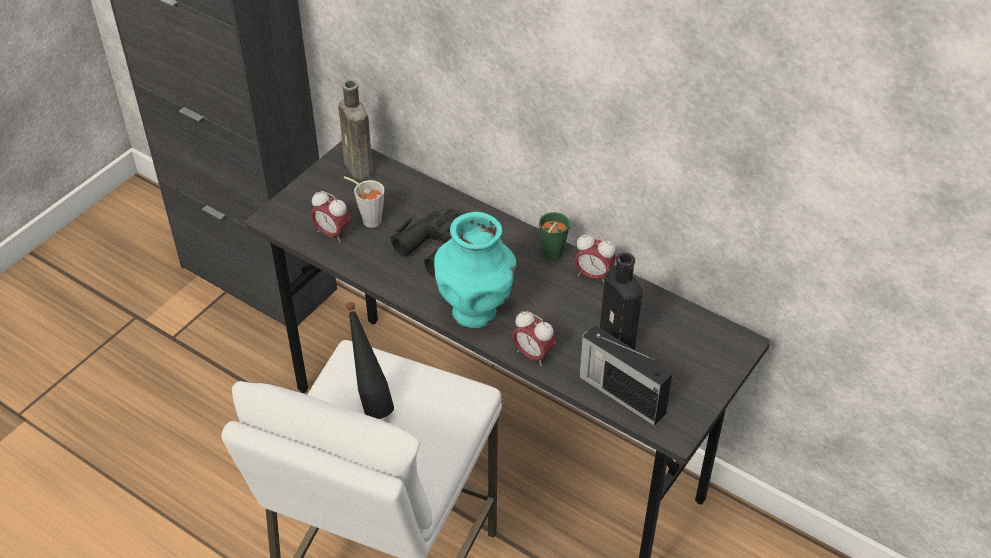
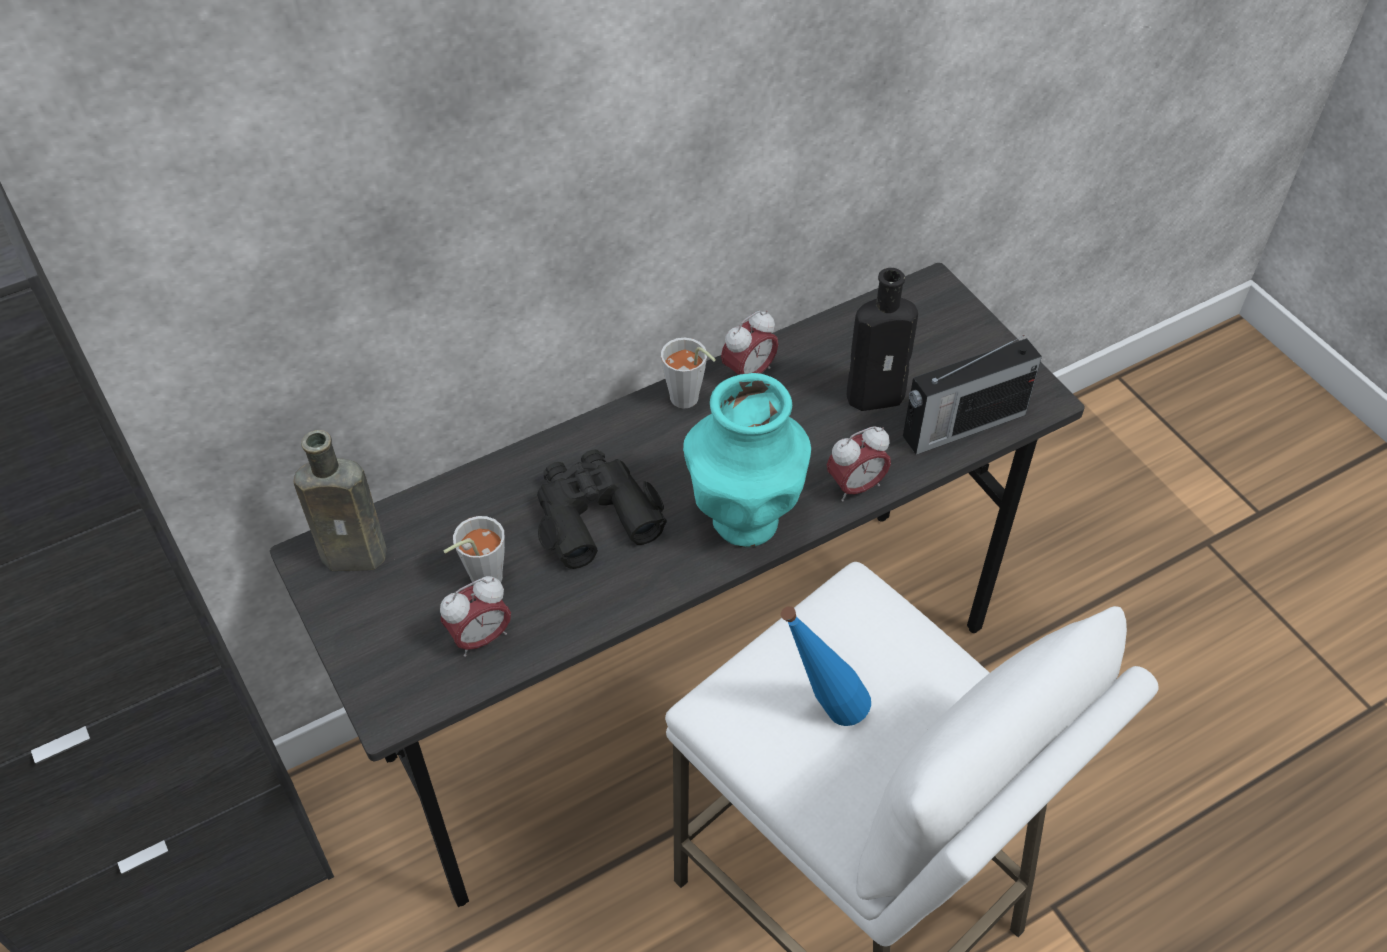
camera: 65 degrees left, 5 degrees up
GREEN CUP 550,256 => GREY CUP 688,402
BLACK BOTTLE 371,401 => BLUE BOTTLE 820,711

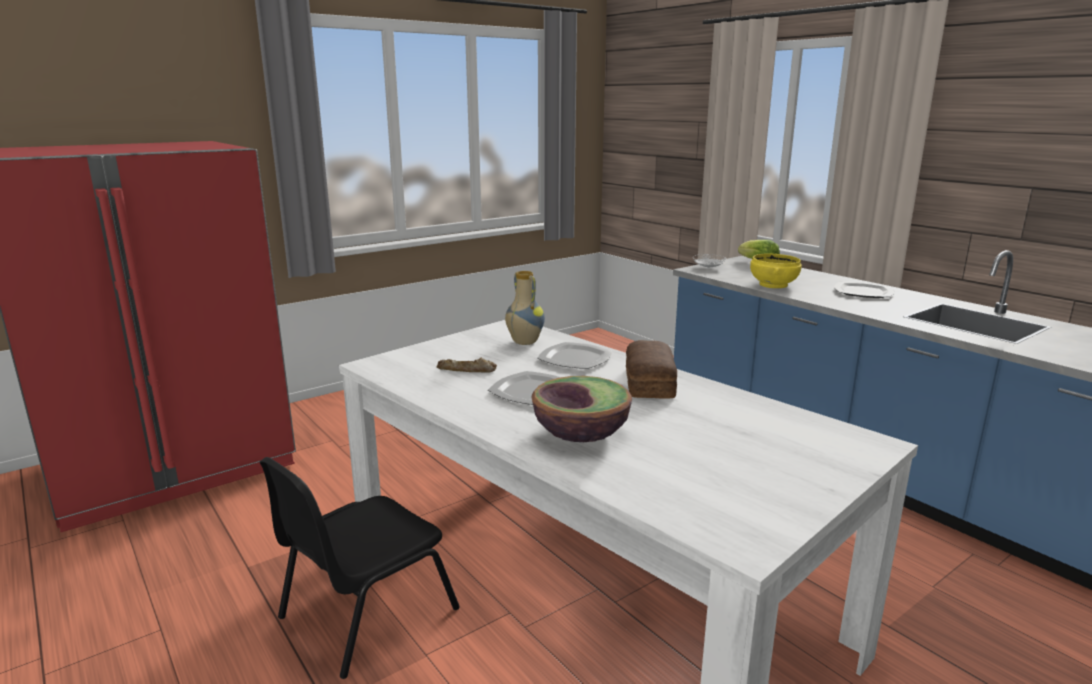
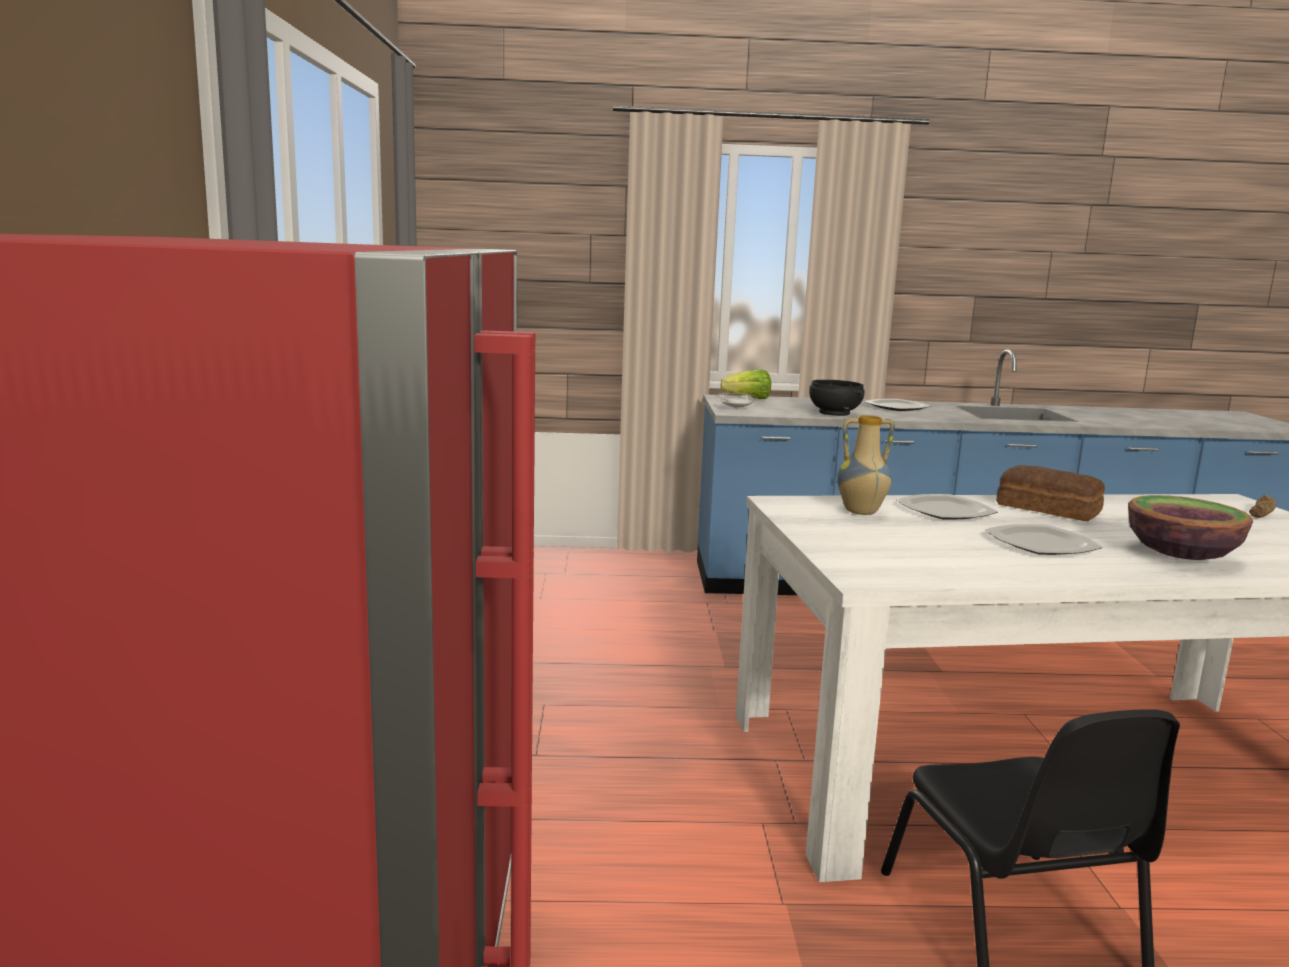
camera: 55 degrees left, 5 degrees down
YELLOW BOWL 772,285 => BLACK BOWL 834,413
BREAD 467,370 => BREAD 1262,512, shifted

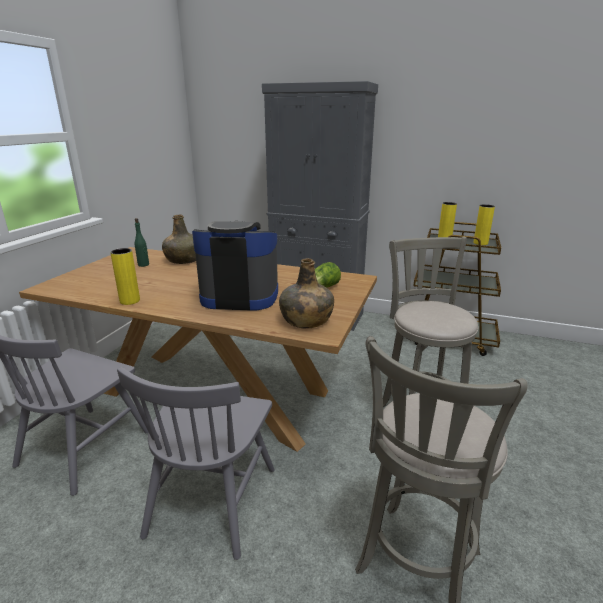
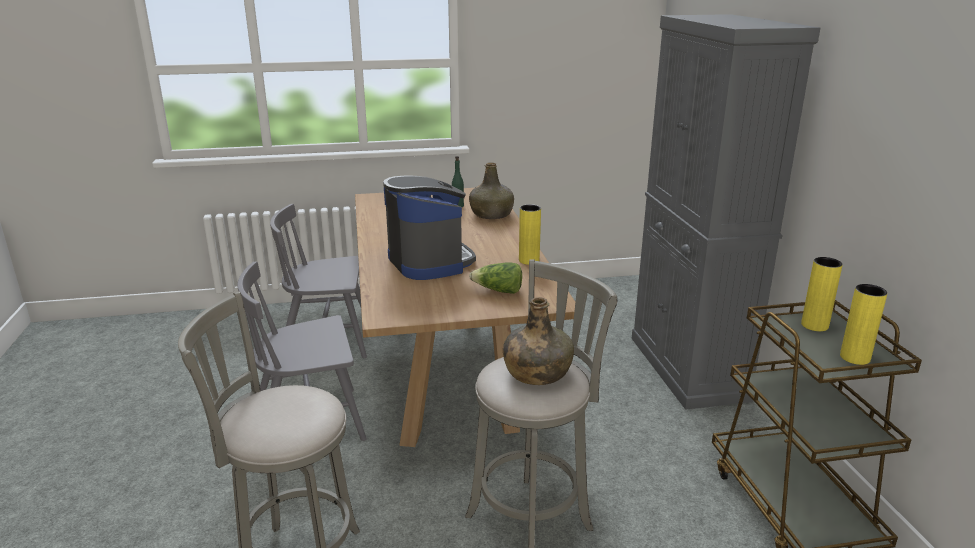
camera: 60 degrees right, 0 degrees up
GREEN BOTTLE 305,320 => GREEN BOTTLE 536,373, shifted
YELLOW VASE 130,301 => YELLOW VASE 529,260, shifted

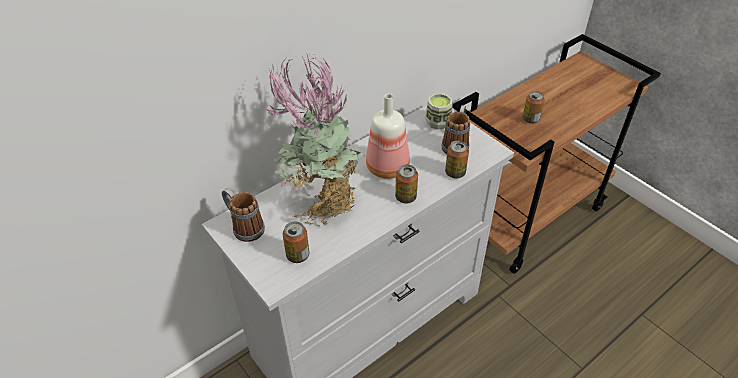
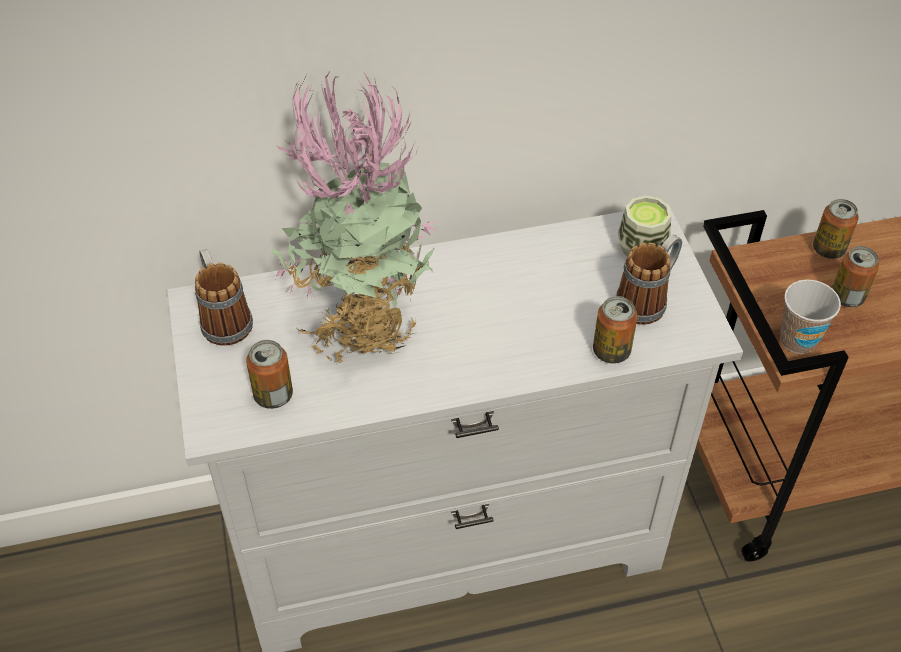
camera: 25 degrees right, 5 degrees up
nothing => CUP 797,340
CAN 405,197 => CAN 828,249, shifted
BOTTLE 387,166 => nothing

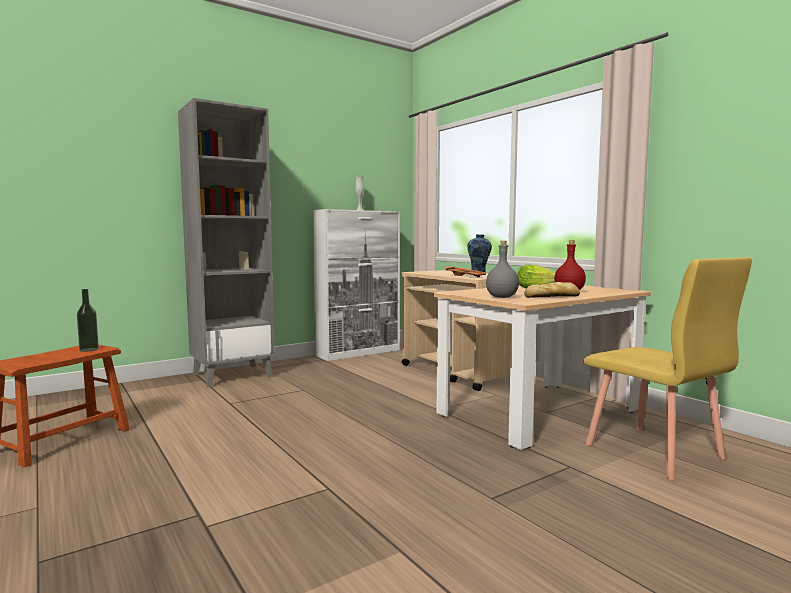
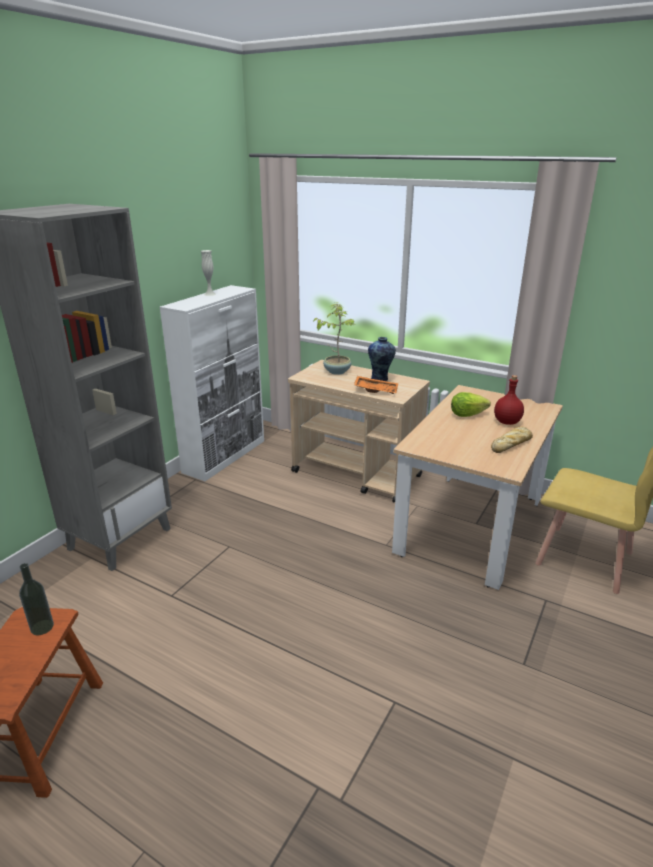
camera: 25 degrees left, 20 degrees up
nothing => POTTED PLANT 336,371
GREY BOTTLE 502,297 => nothing

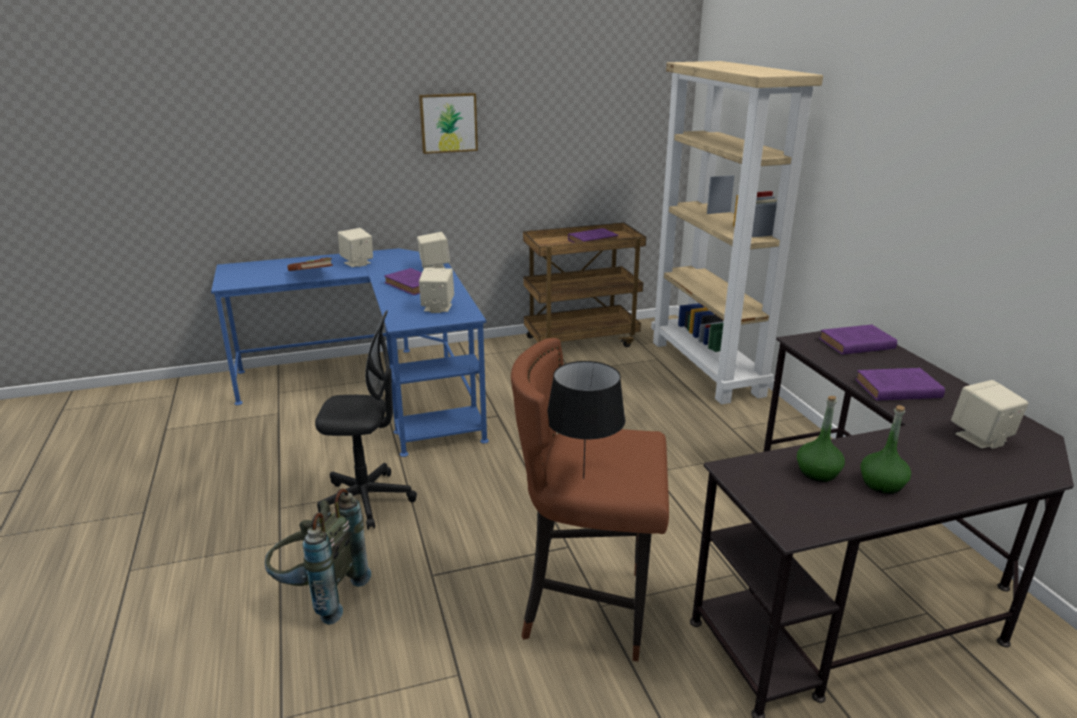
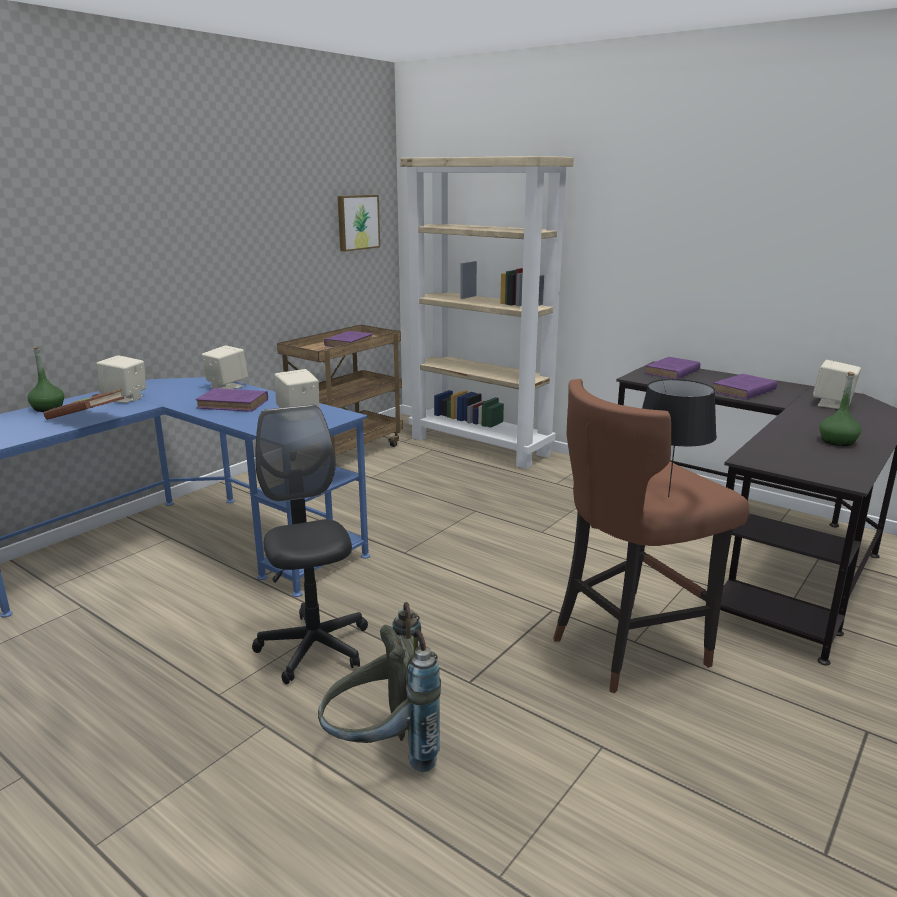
camera: 35 degrees left, 5 degrees down
GREEN BOTTLE 817,472 => GREEN BOTTLE 48,408, shifted
BLACK OFFICE CHAIR 367,500 => BLACK OFFICE CHAIR 314,648, 75 degrees counterclockwise
PICTURE 448,122 => PICTURE 357,222, shifted

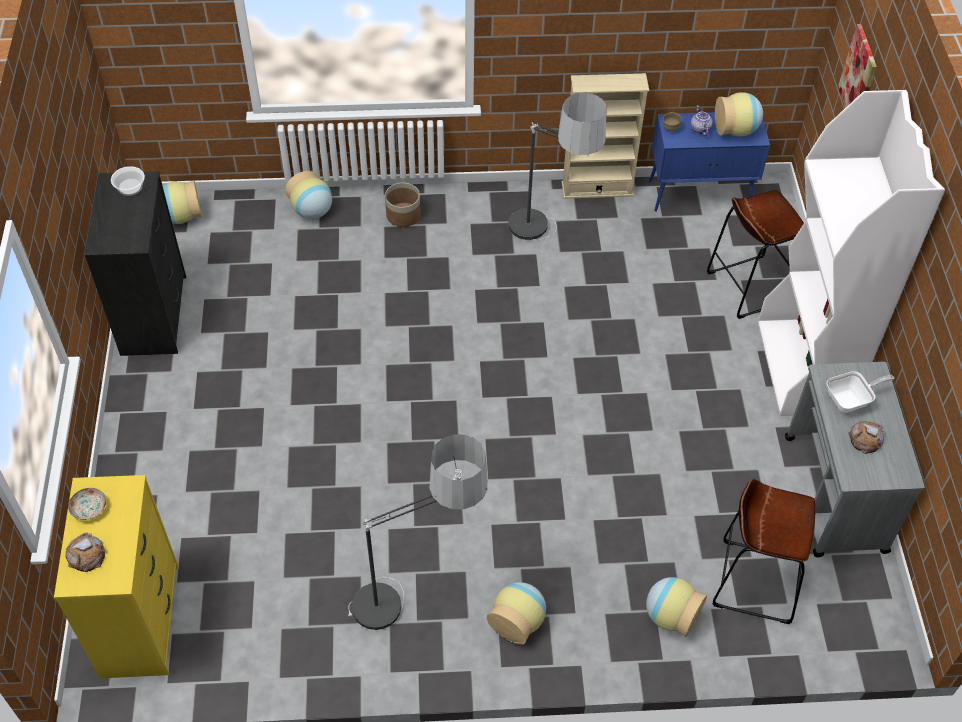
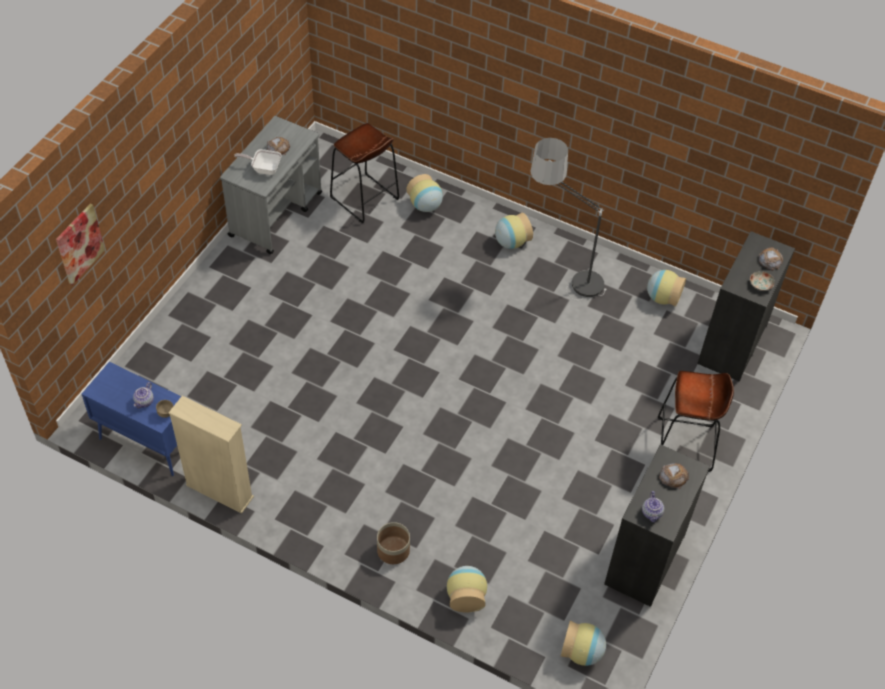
camera: 150 degrees left, 0 degrees up
BOWL 129,187 => TEAPOT 652,513
VASE 736,130 => VASE 662,297, shifted
BROWN STOOL 749,286 => BROWN STOOL 684,444, shifted
nothing => BREAD 673,476
YELLOW DRESSER 141,621 => BLACK DRESSER 731,344
FLOOR LAMP 548,245 => nothing
WHITE BOOKCASE 803,367 => nothing

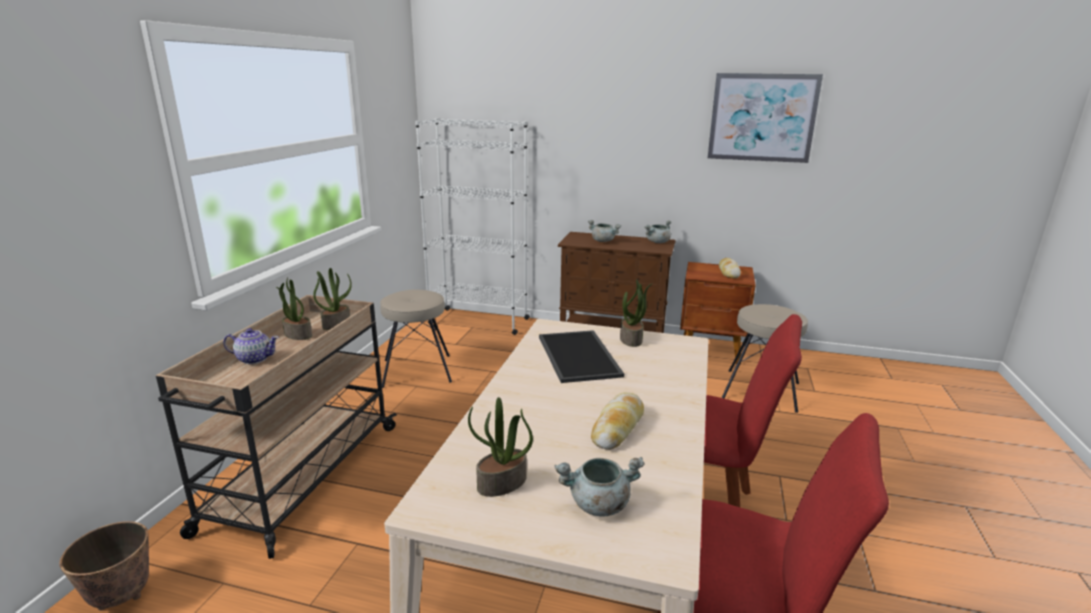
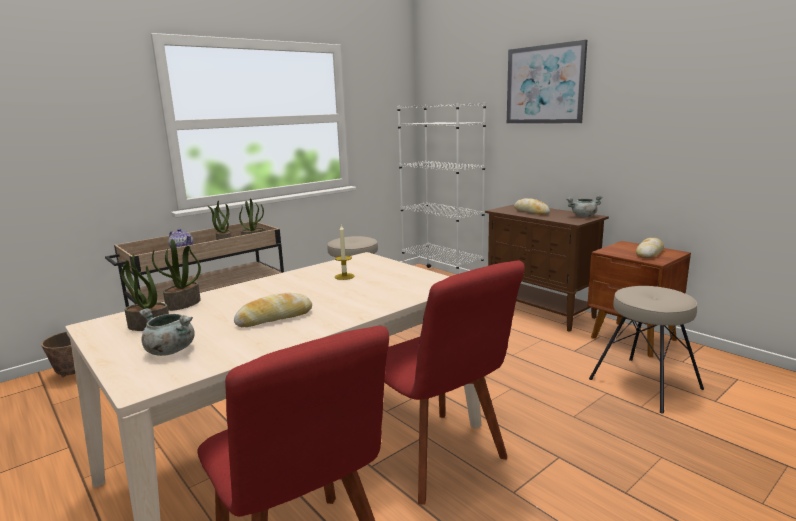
camera: 35 degrees right, 5 degrees down
POTTED PLANT 631,339 => POTTED PLANT 183,304, shifted
TRAY 580,356 => CANDLE 344,276
PICTURE 762,118 => PICTURE 544,84, shifted
GREY COOKING POT 603,241 => BREAD 531,211

